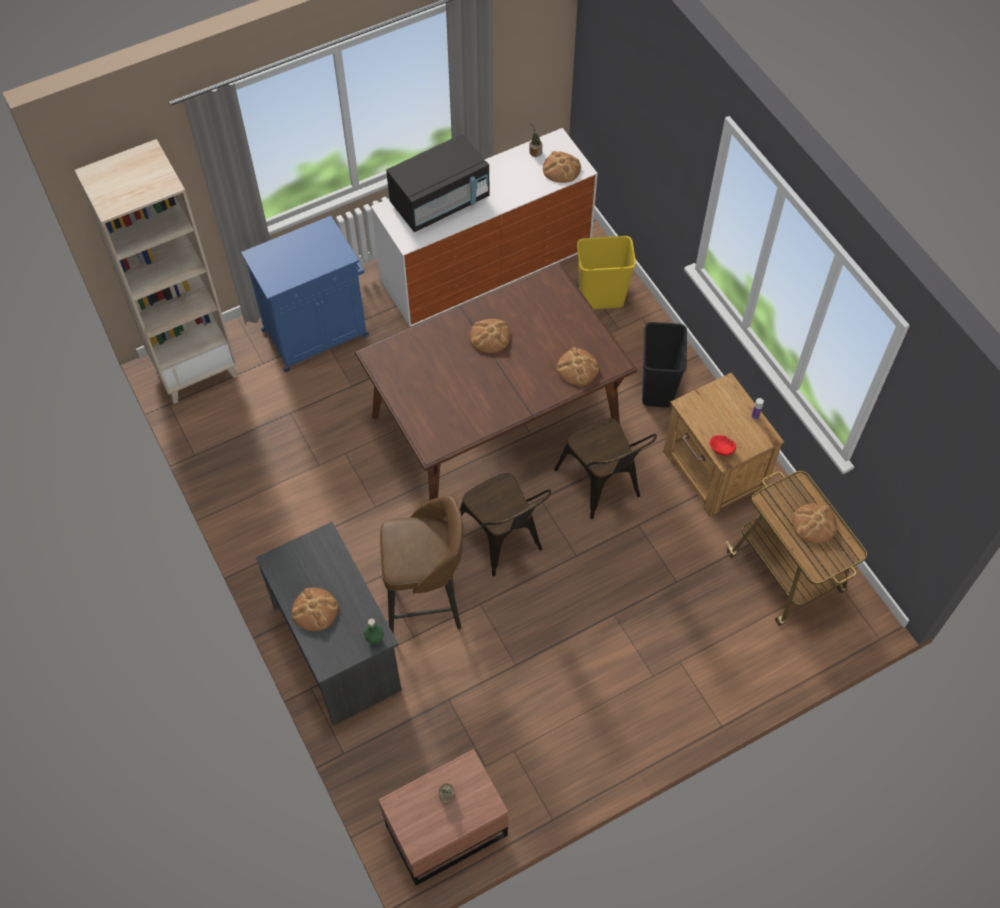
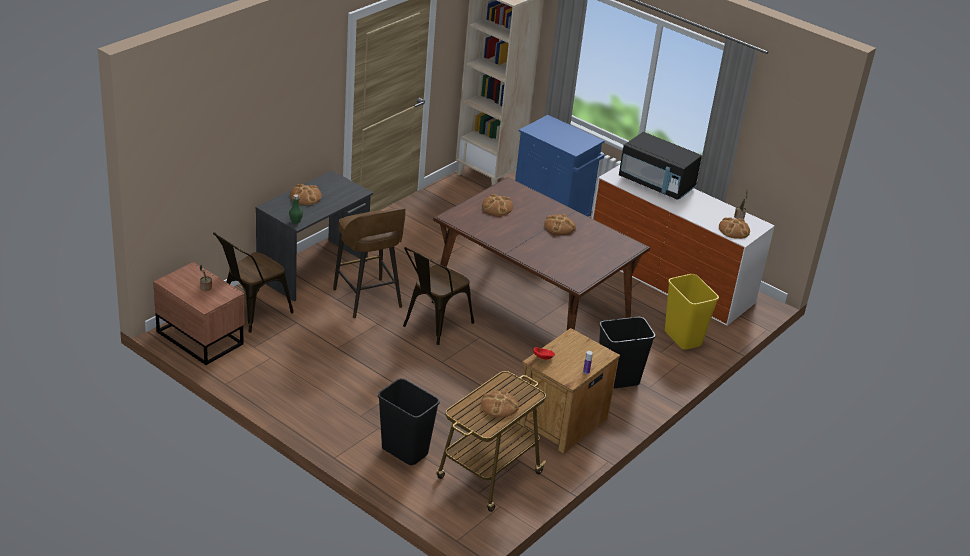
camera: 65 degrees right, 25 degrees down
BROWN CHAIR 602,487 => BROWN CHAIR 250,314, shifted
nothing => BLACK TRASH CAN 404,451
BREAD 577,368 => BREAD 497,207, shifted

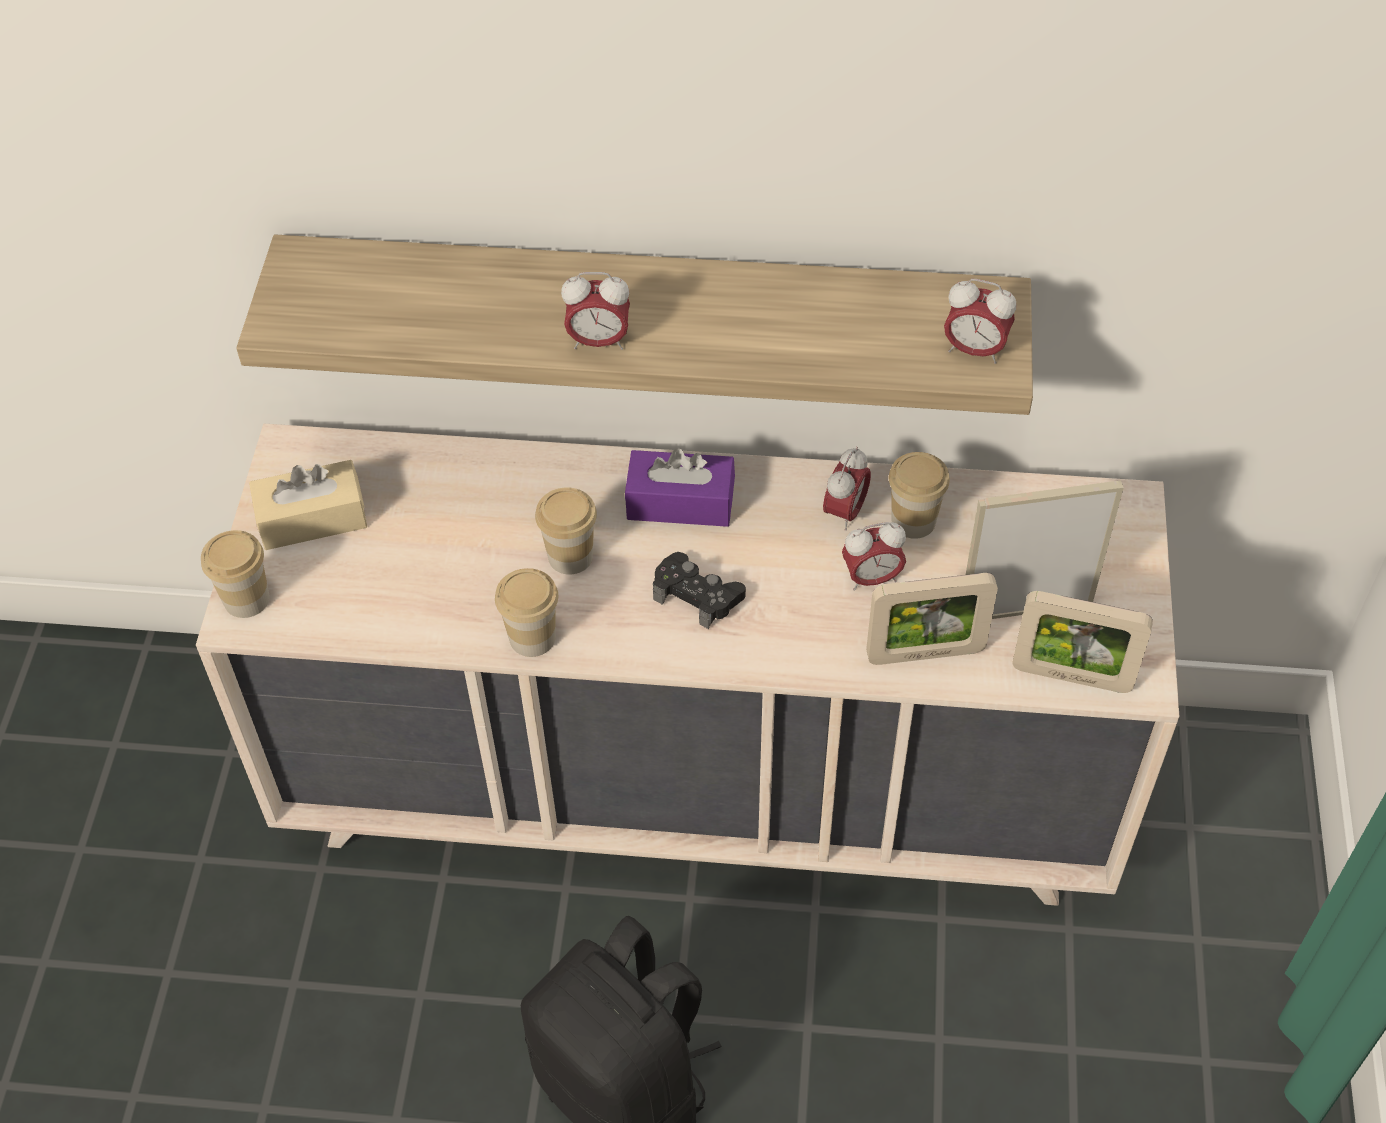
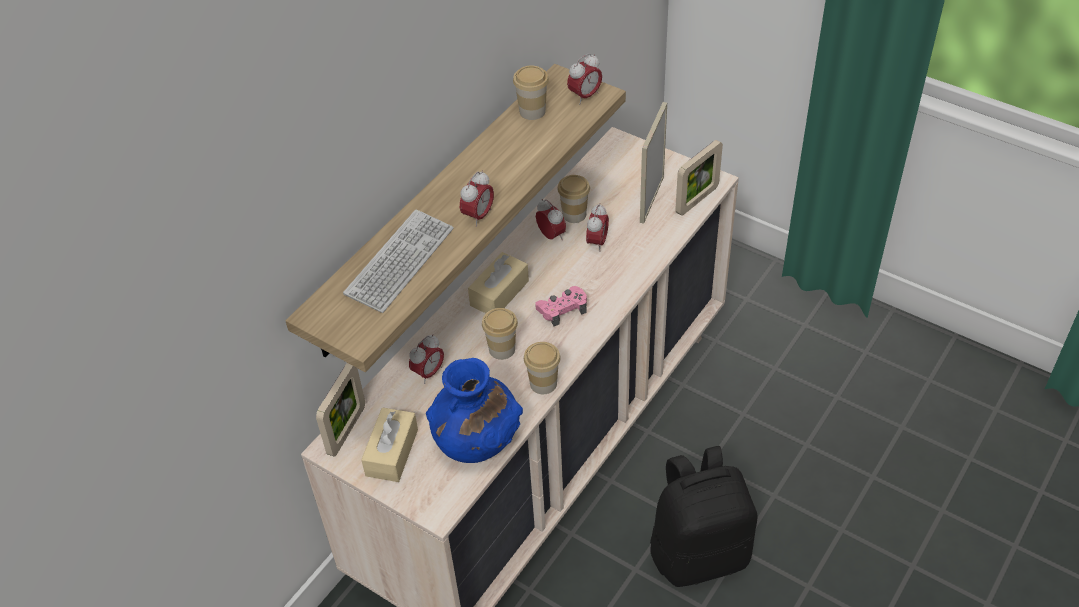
camera: 60 degrees left, 5 degrees down
PICTURE FRAME 925,654 => PICTURE FRAME 347,430, shifted
nothing => KEYBOARD 400,262
nothing => ALARM CLOCK 428,373
nothing => BLUE VASE 476,441
PURPLE TISSUE BOX 680,502 => BEIGE TISSUE BOX 499,293
CUP 246,599 => CUP 532,111, shifted
BLACK GAME CONTROLLER 697,595 => PINK GAME CONTROLLER 562,309

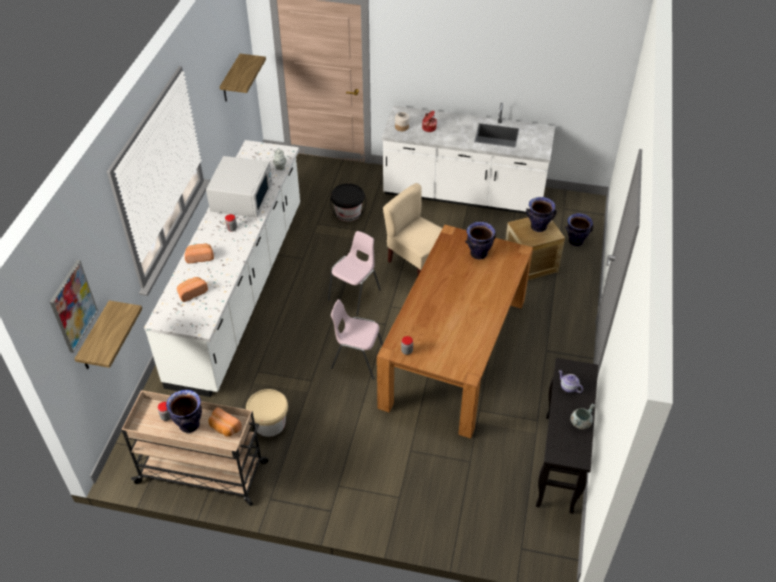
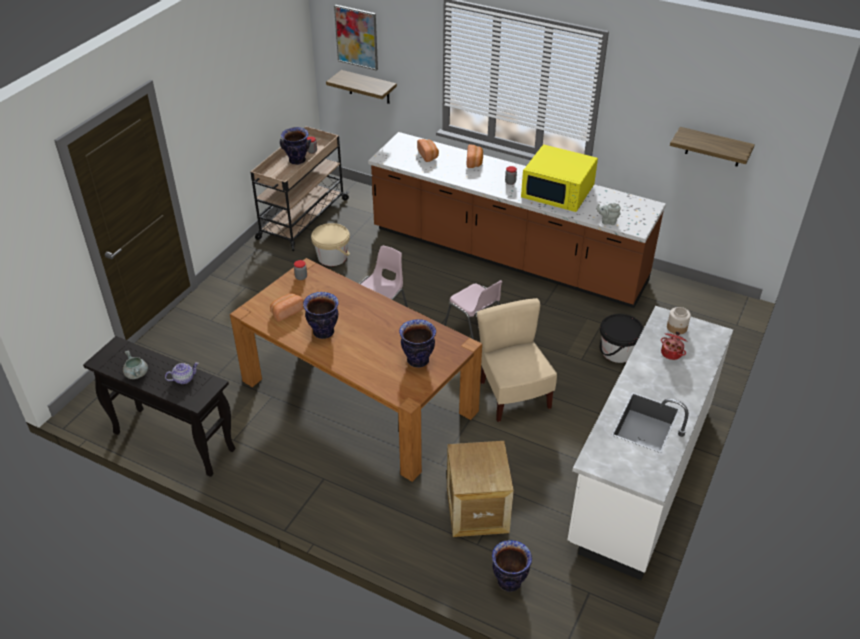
camera: 105 degrees right, 5 degrees down
BREAD 224,428 => BREAD 286,312, shifted
VASE 538,227 => VASE 324,332, shifted
WHITE COUNTER 240,290 => BROWN COUNTER 507,256
BEIGE CHAIR 416,262 => BEIGE CHAIR 513,395, 75 degrees counterclockwise
WHITE MICROWAVE 242,198 => YELLOW MICROWAVE 558,192

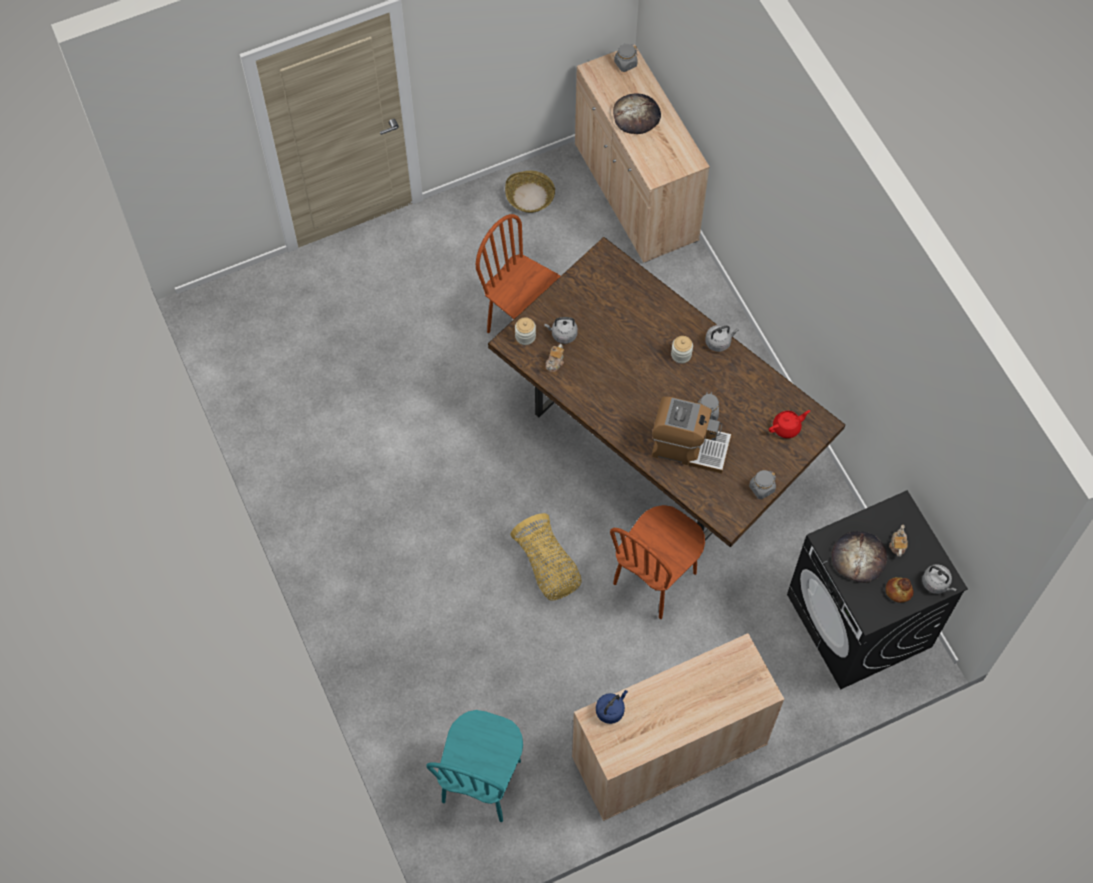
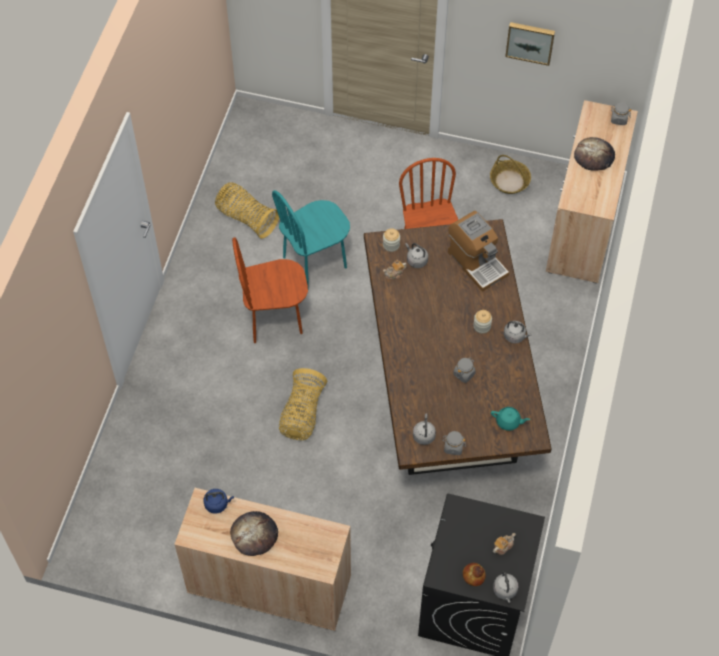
camera: 40 degrees right, 5 degrees down
nothing => BASKET 246,218
BREAD 859,557 => BREAD 254,534, shifted
BROWN CHAIR 655,579 => BROWN CHAIR 274,319, shifted
TURQUOISE CHAIR 482,781 => TURQUOISE CHAIR 315,263, shifted
nothing => GREY KETTLE 424,435
COFFEE MACHINE 689,446 => COFFEE MACHINE 477,262, shifted
RED TEAPOT 787,427 => TURQUOISE TEAPOT 508,422
nothing => PICTURE 530,42

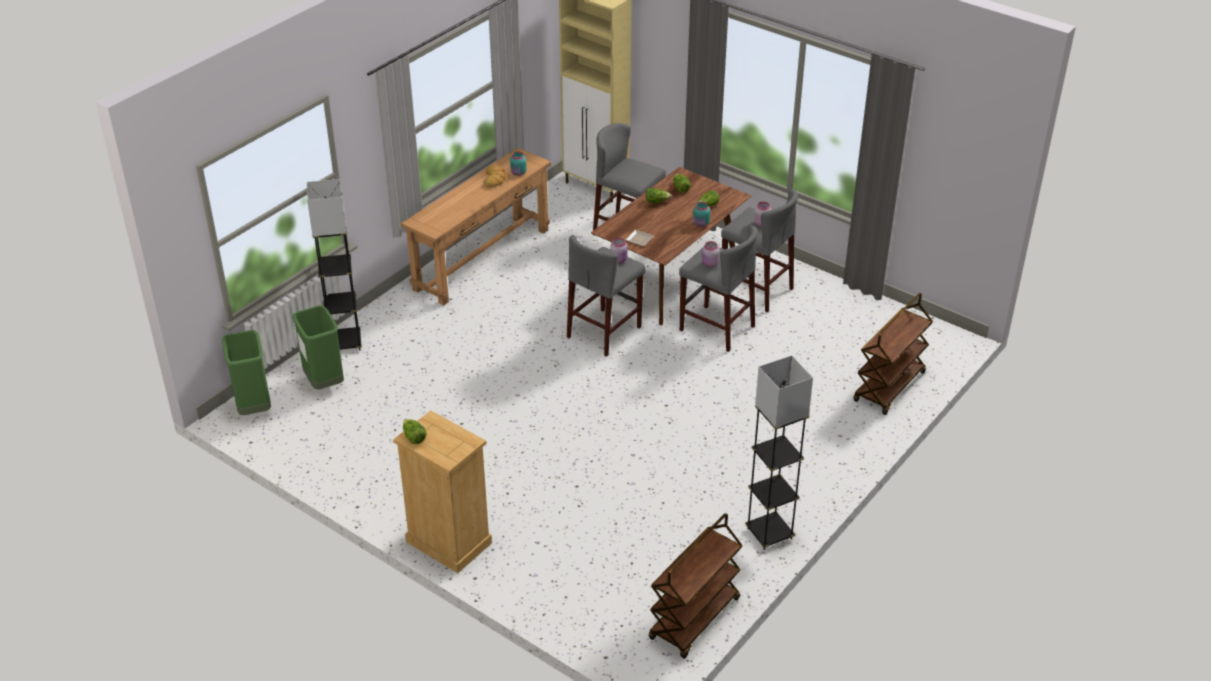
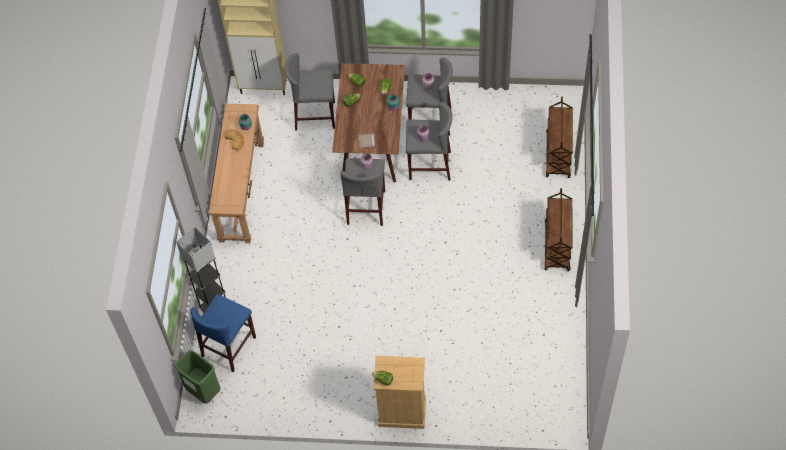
camera: 30 degrees left, 20 degrees up
GREEN TRASH CAN 324,382 => BLUE STOOL 229,346
BROWN CART 695,620 => BROWN CART 557,246, shifted
GREY FLOOR LAMP 769,533 => nothing

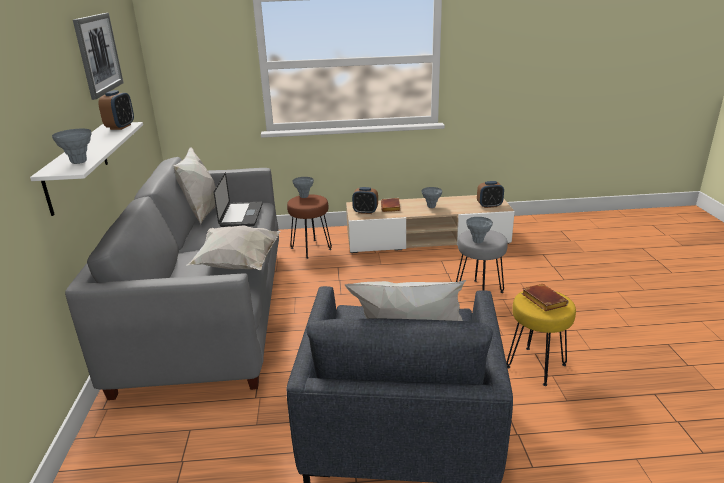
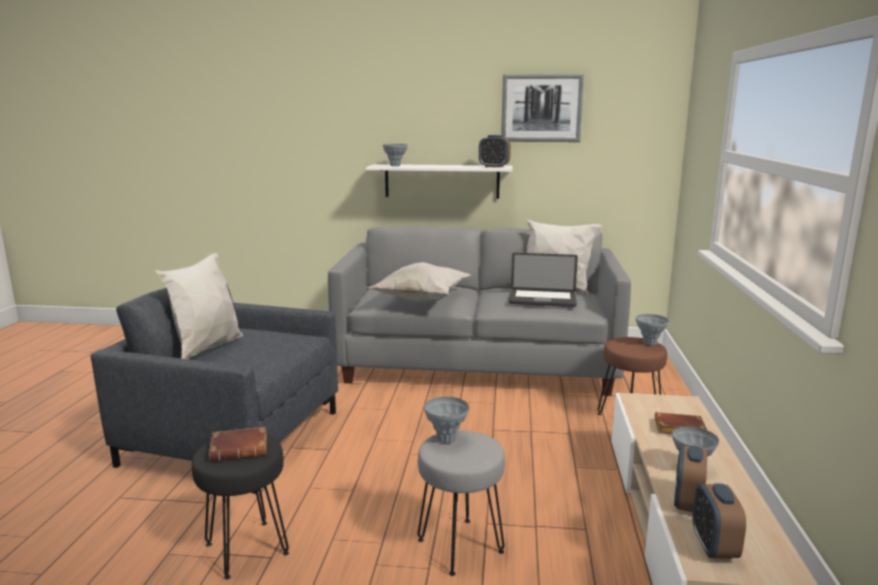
camera: 100 degrees right, 10 degrees down
YELLOW STOOL 535,365 => BLACK STOOL 248,549
ALARM CLOCK 365,212 => ALARM CLOCK 687,502, shifted

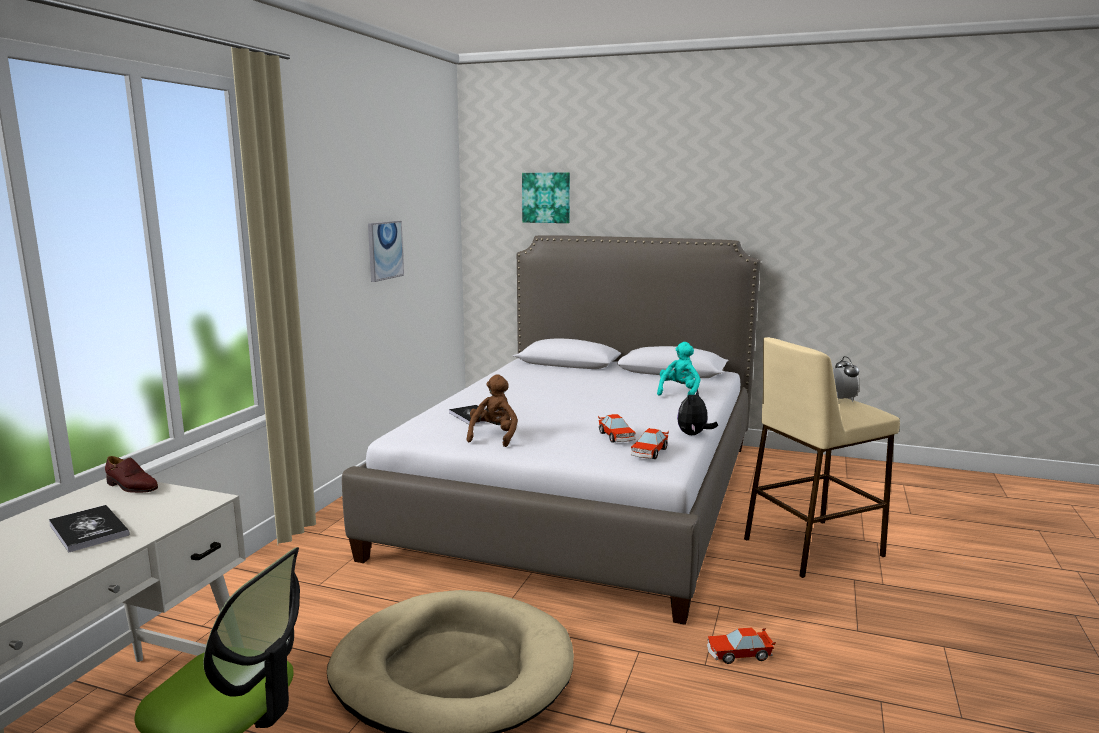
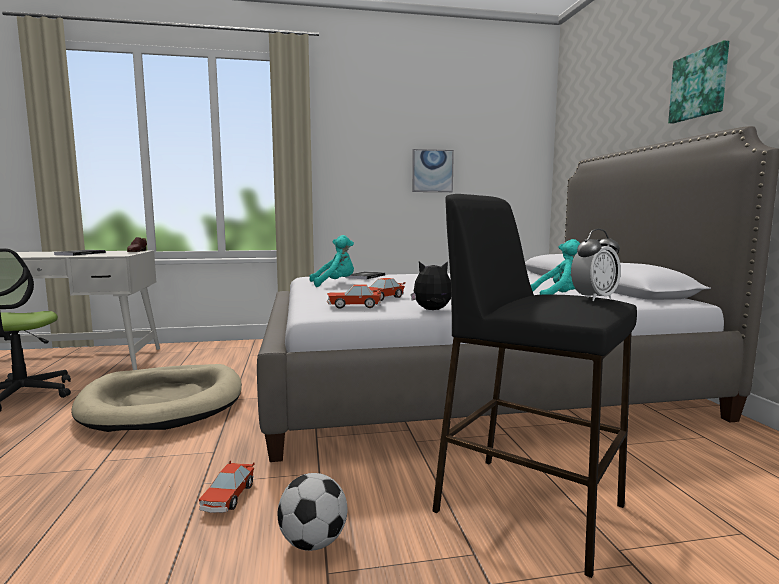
camera: 60 degrees right, 5 degrees down
TOY CAR 739,654 => TOY CAR 228,497, 135 degrees counterclockwise
nothing => FOOTBALL 314,543
BROWN PLUSH TOY 494,436 => TURQUOISE PLUSH TOY 335,284
BEIGE STOOL 812,547 => BLACK STOOL 527,507
PICTURE 546,197 => PICTURE 699,85, shifted

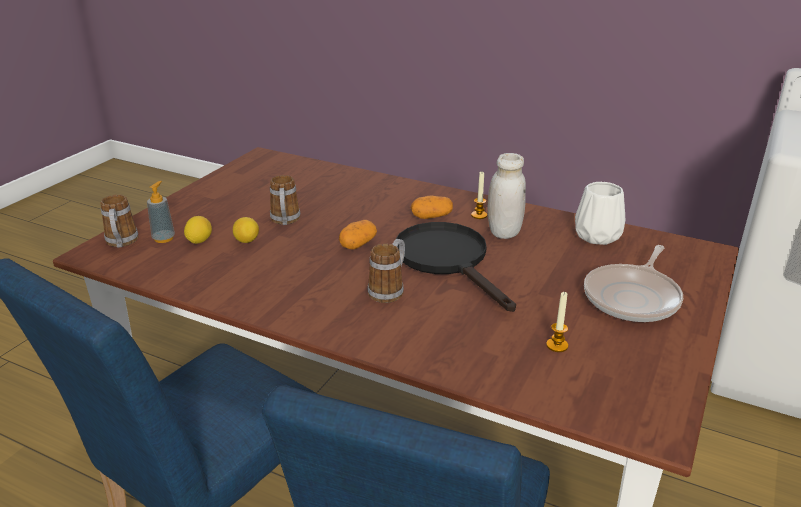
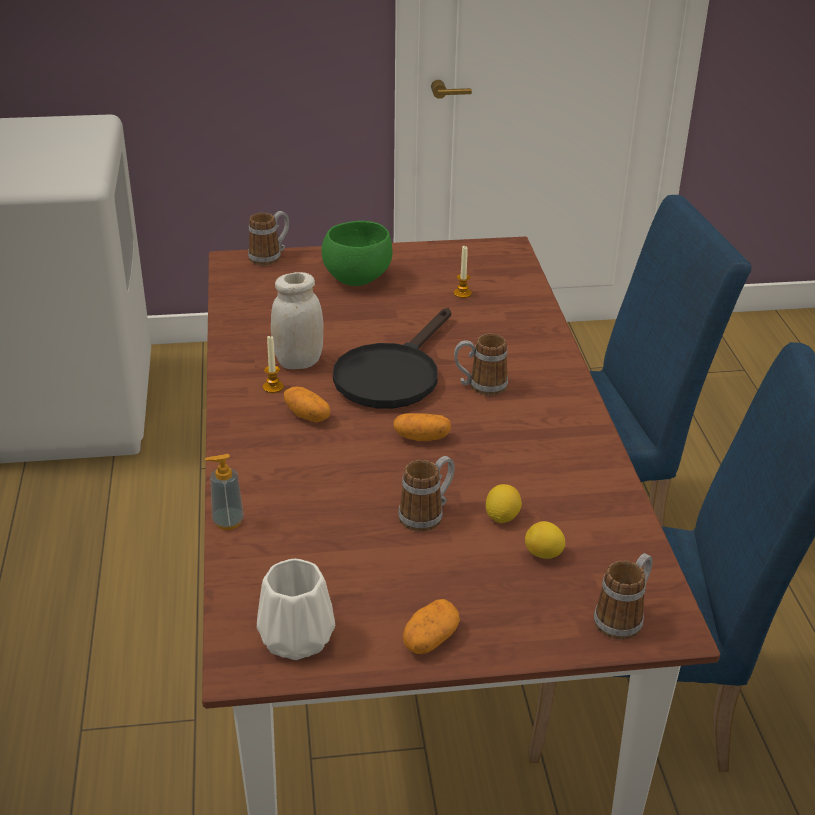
camera: 125 degrees left, 5 degrees up
SOAP DISPENSER 164,238 => SOAP DISPENSER 228,521, shifted
nothing => MUG 270,256
WHITE VASE 597,235 => WHITE VASE 294,639, shifted
FRYING PAN 633,297 => GREEN BOWL 356,278
nothing => POTATO 430,639

